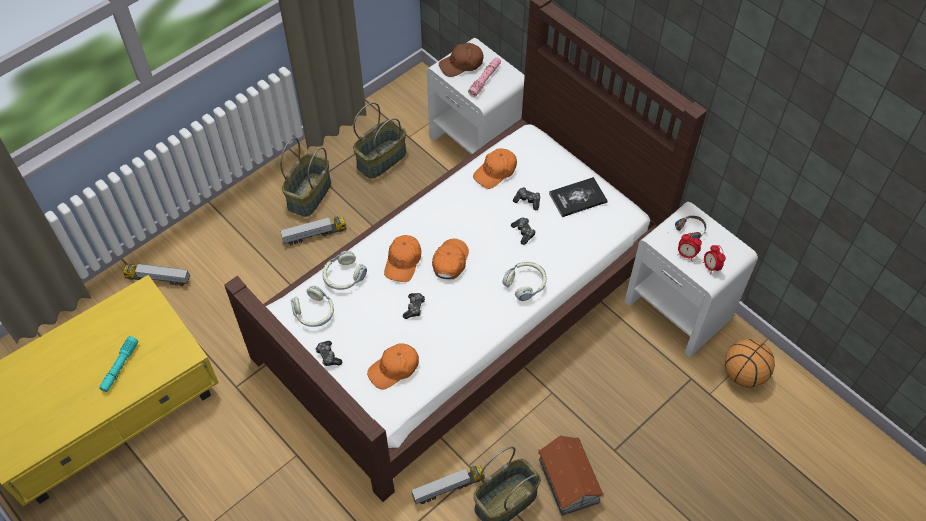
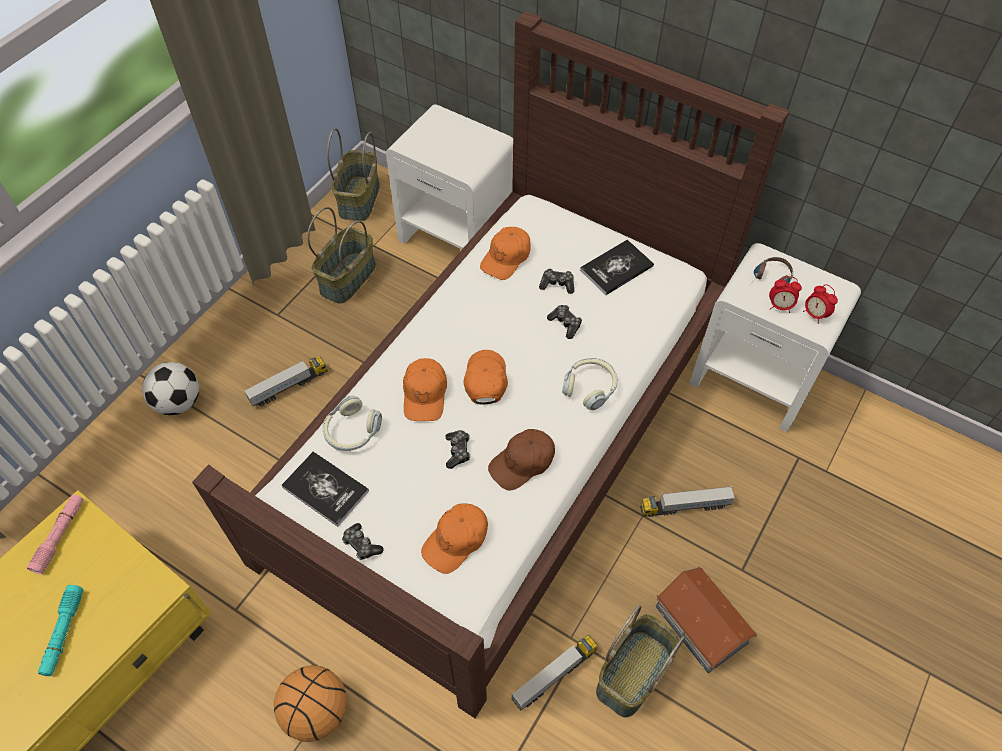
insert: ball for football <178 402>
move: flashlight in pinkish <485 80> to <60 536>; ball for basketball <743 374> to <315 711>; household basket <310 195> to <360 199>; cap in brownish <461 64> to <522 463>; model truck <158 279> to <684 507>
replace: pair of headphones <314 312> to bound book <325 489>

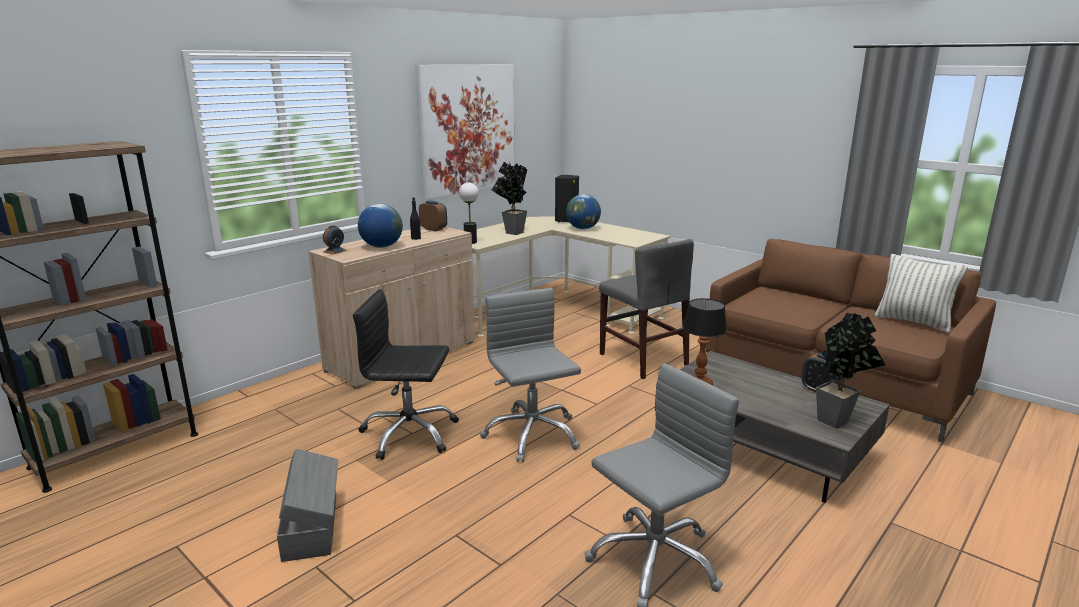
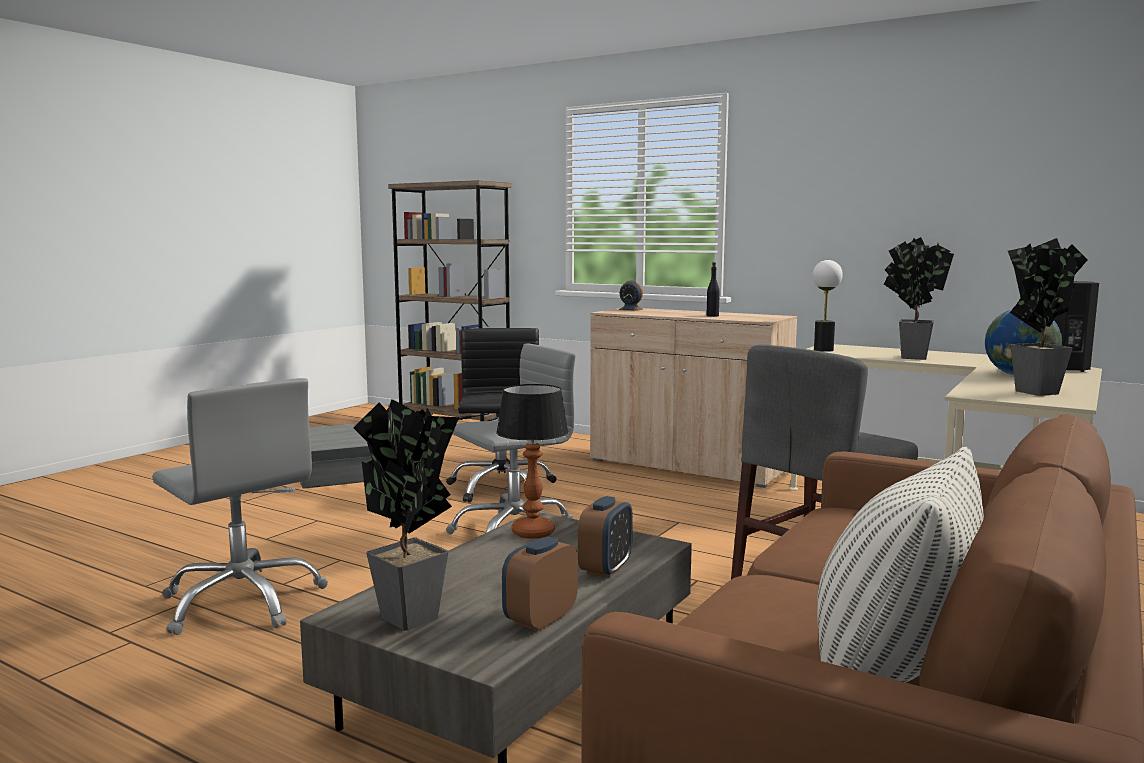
delete: world globe <382 246>; picture <467 129>
insert: plant in a pot <1034 391>
move: table clock <433 229> to <606 569>

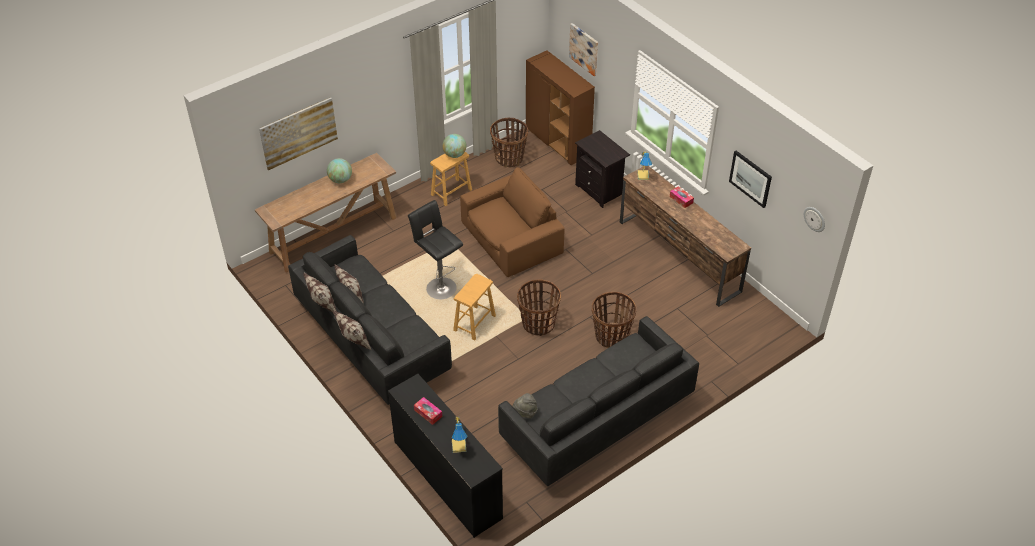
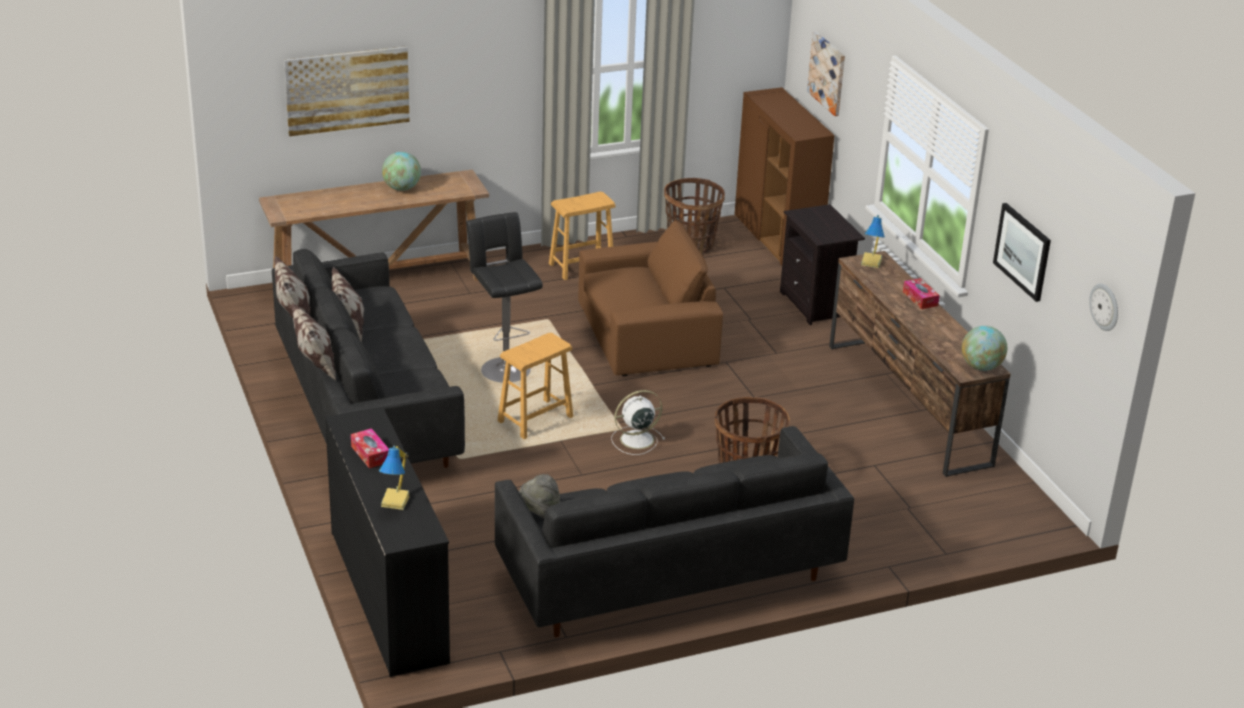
move: world globe <454 155> to <981 367>
replace: household basket <538 324> to cooling fan in whitish <635 440>

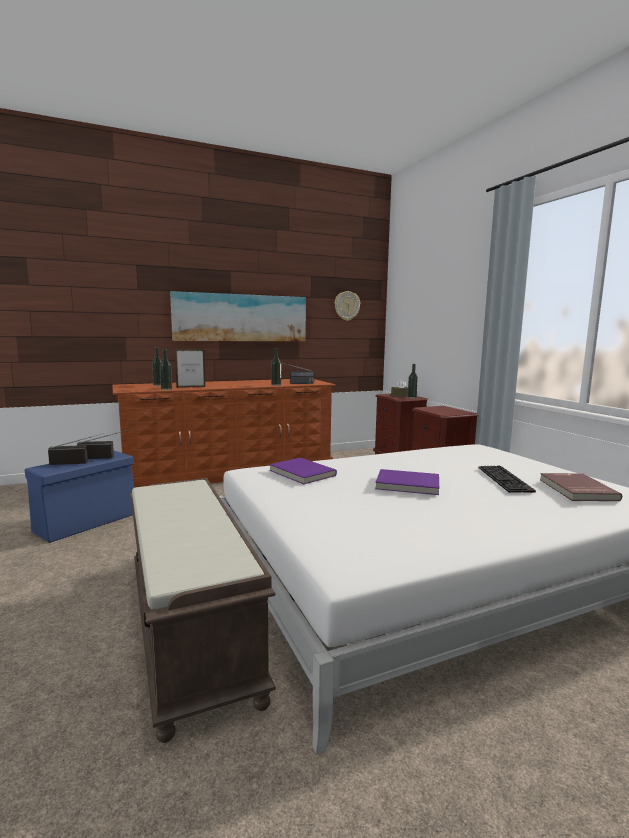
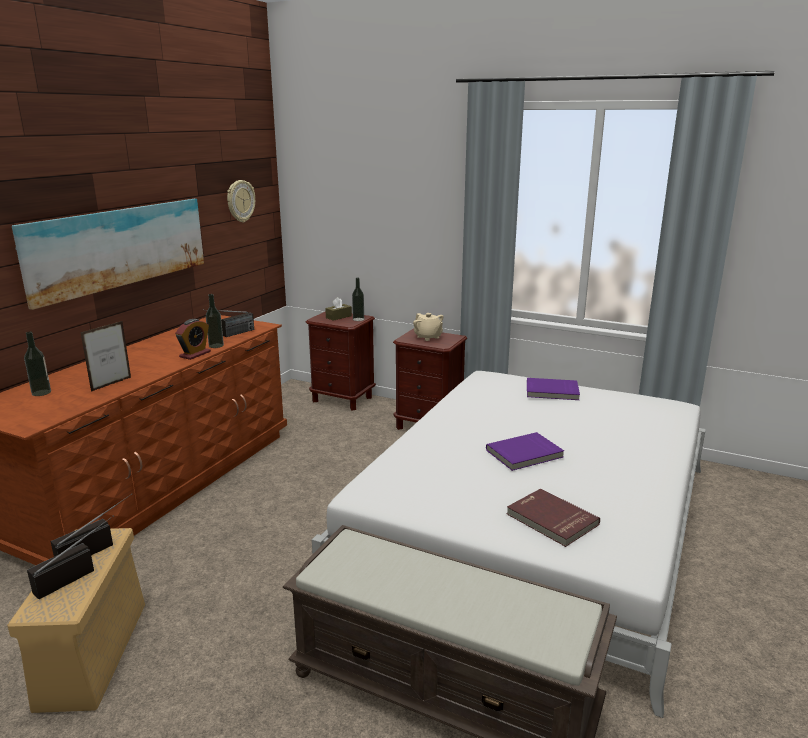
delete: drink bottle <166 389>; computer keyboard <506 479>
insert: table clock <195 354>; teapot in beige-coloured <428 337>
move: bound book in red-coloured <576 489> to <551 520>; bound book in purple-coloured <301 473> to <552 391>
recolor: storage box in blue-coloured <88 522> to storage box in beige-coloured <94 652>

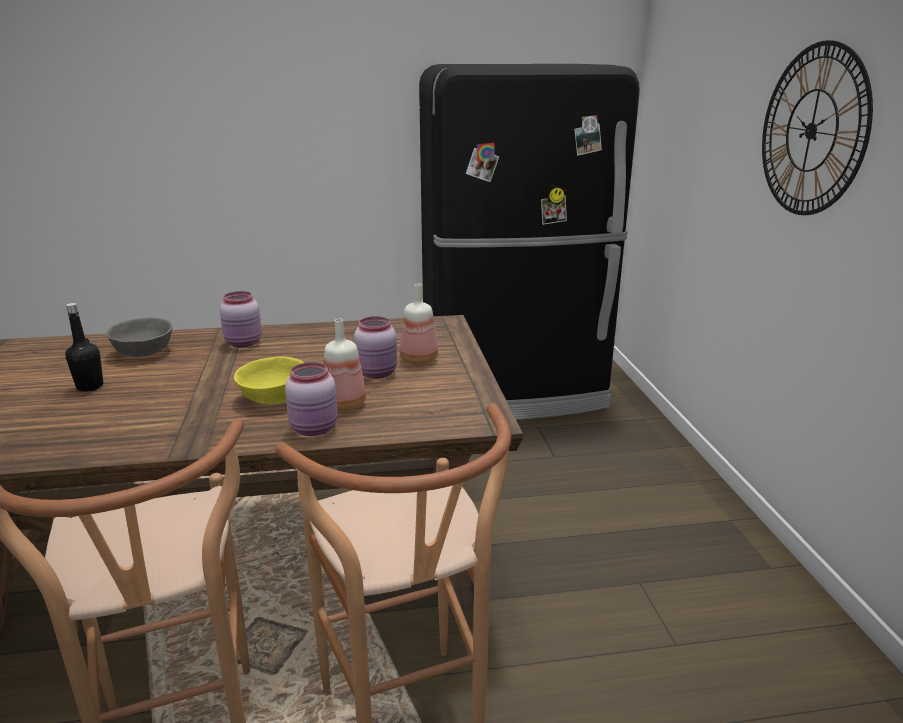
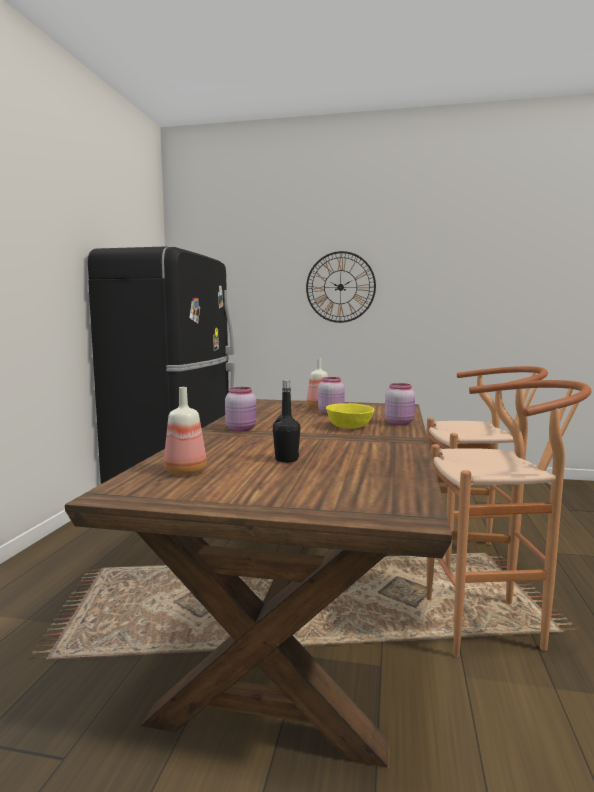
delete: deep dish in grey <144 352>
move: drink bottle <343 405> to <186 472>

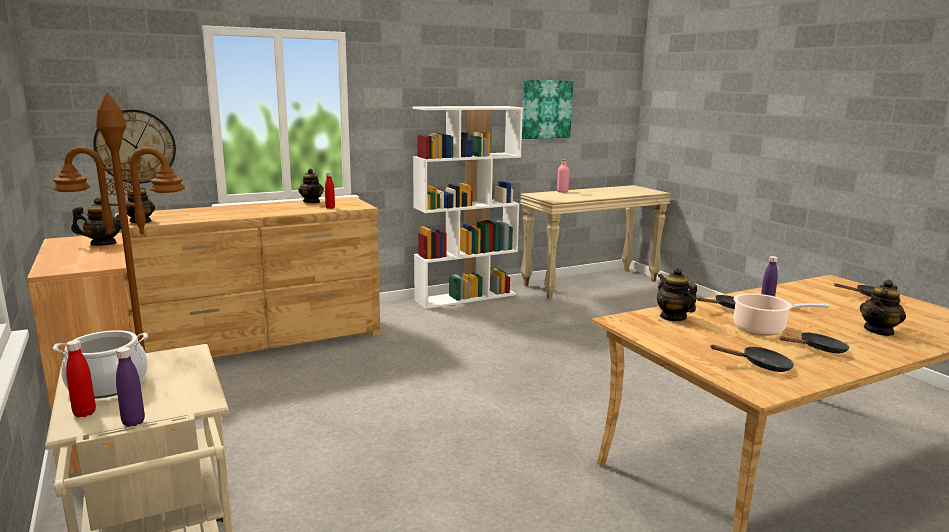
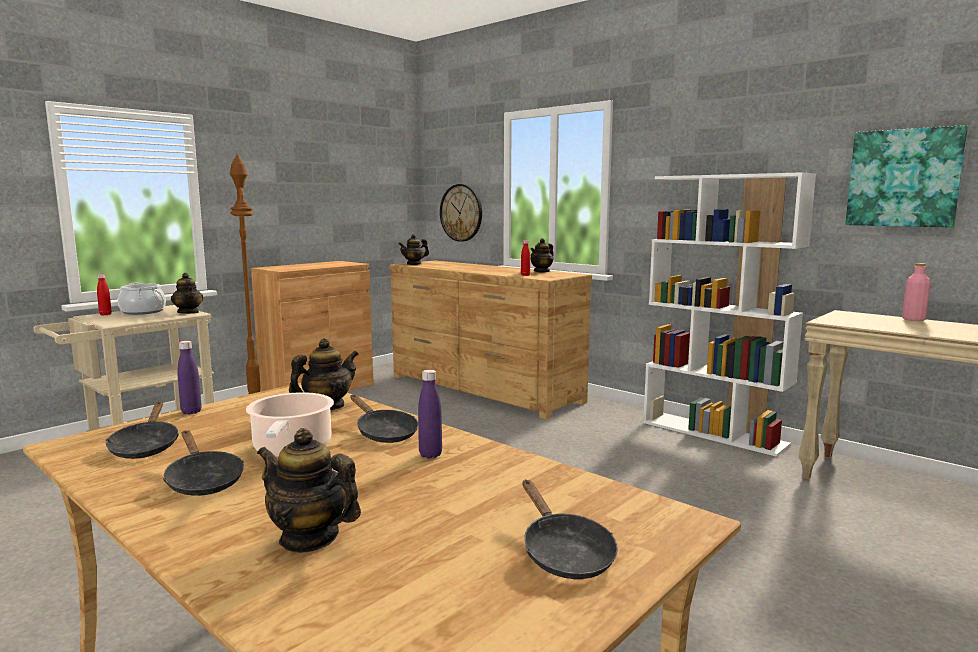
move: teapot <103 244> to <188 312>; drink bottle in purple-coloured <133 422> to <191 412>

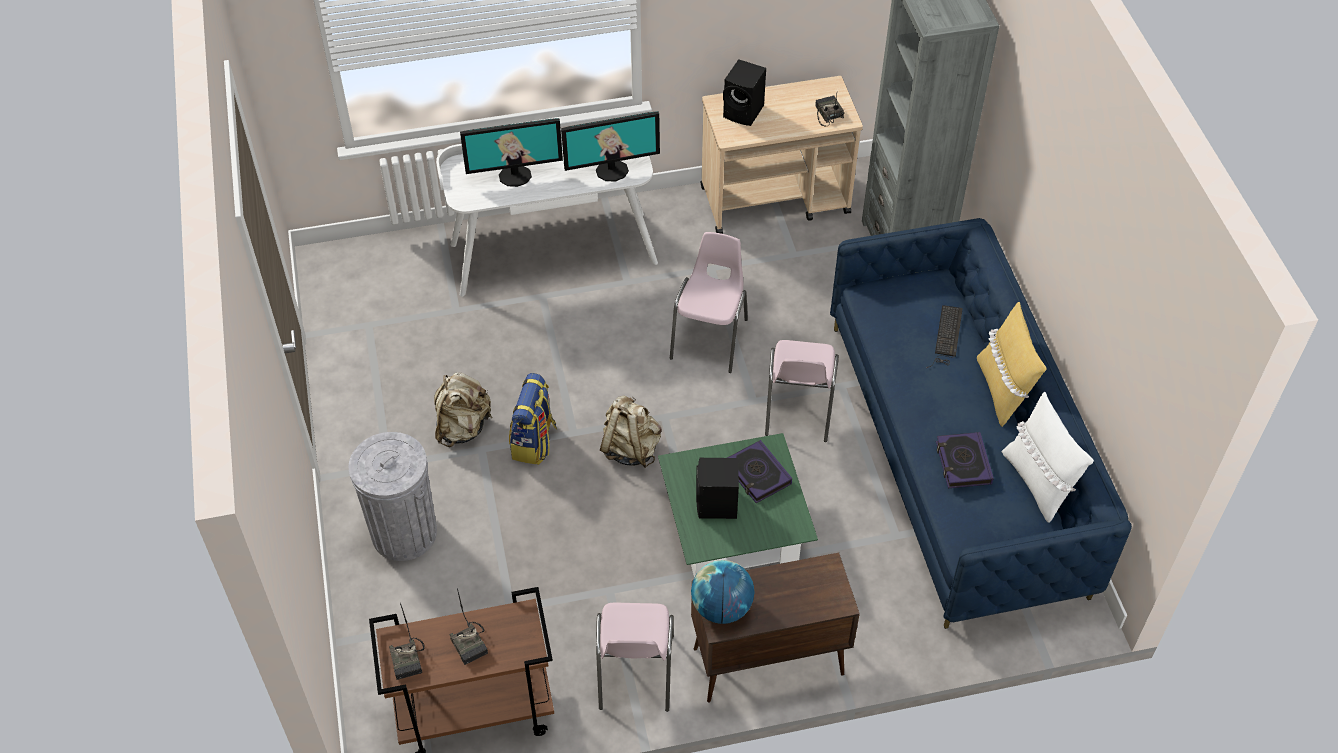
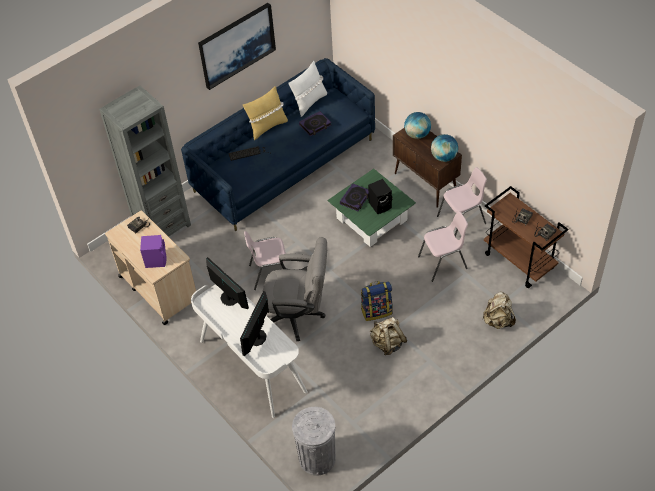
insert: picture <236 45>; office chair in grey <298 316>; world globe <417 134>
move: rubbish bin in grey <404 533> to <317 458>; upright chair in pinkish <798 410> to <443 263>; knapsack in beige-coloured <630 448> to <498 320>
recolor: audio speaker in blackish <744 112> to audio speaker in purple-coloured <156 259>
rotate: computer screen <515 175> = <257 338> 120 degrees counterclockwise

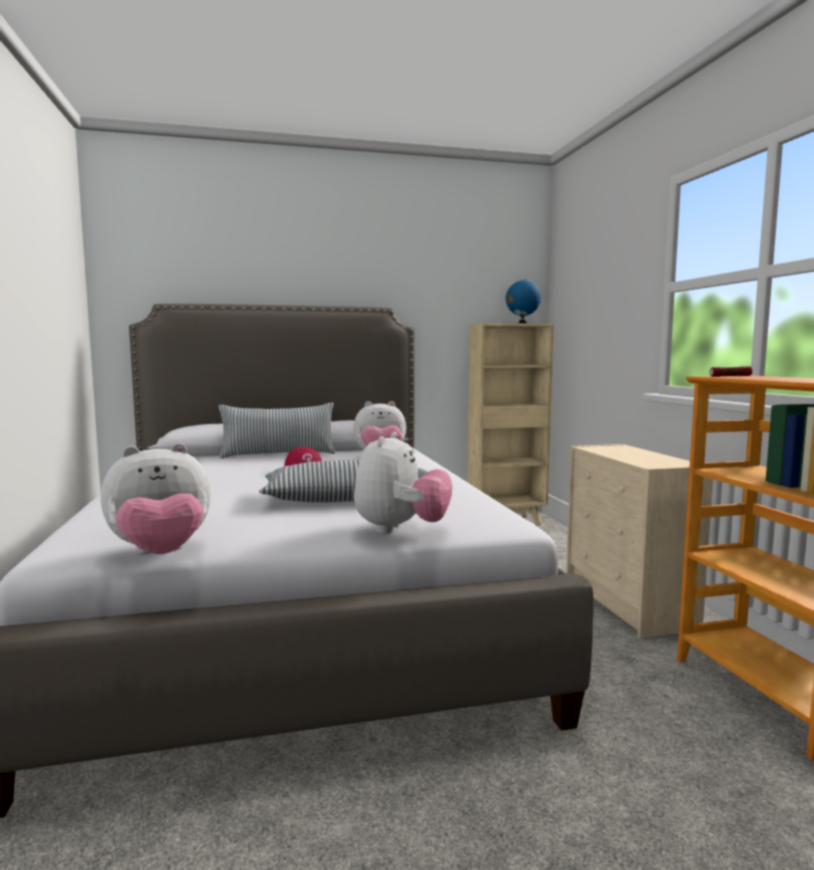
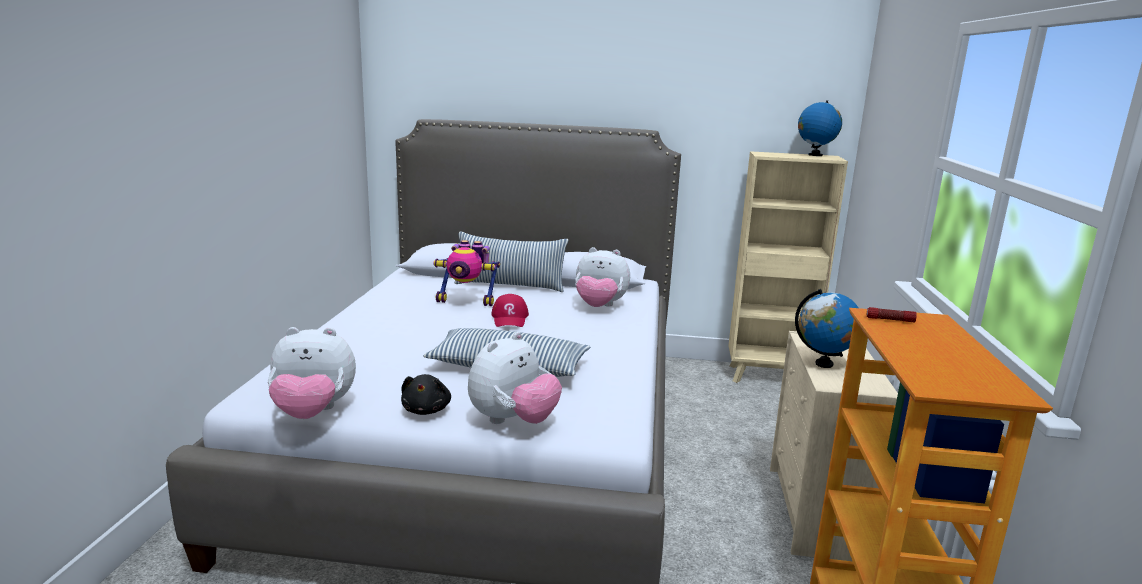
insert: cuddly toy in blackish <427 410>; robot figure <467 301>; world globe <824 364>

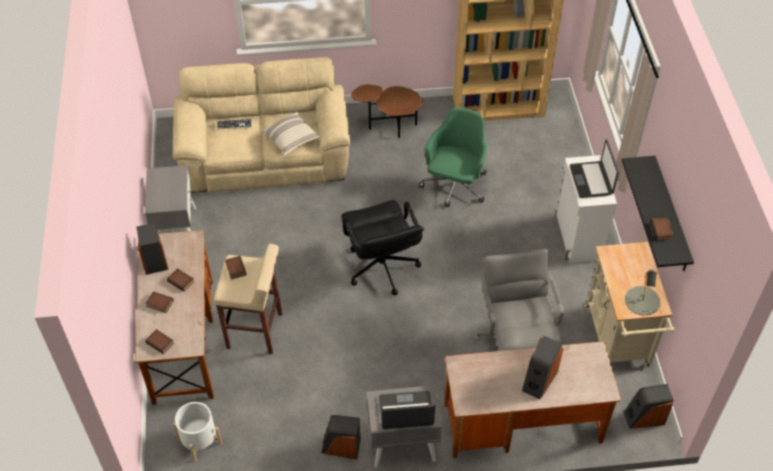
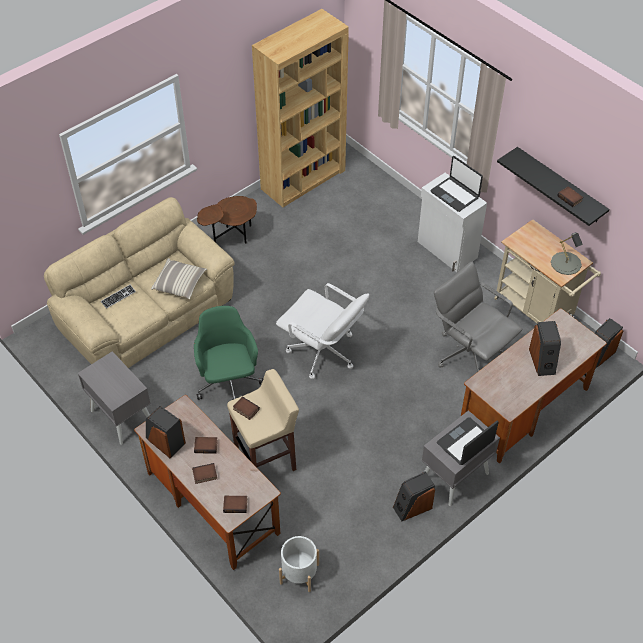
move: office chair in green <454 186> to <228 381>
recolor: office chair in blackish <382 268> to office chair in whitish <322 353>

